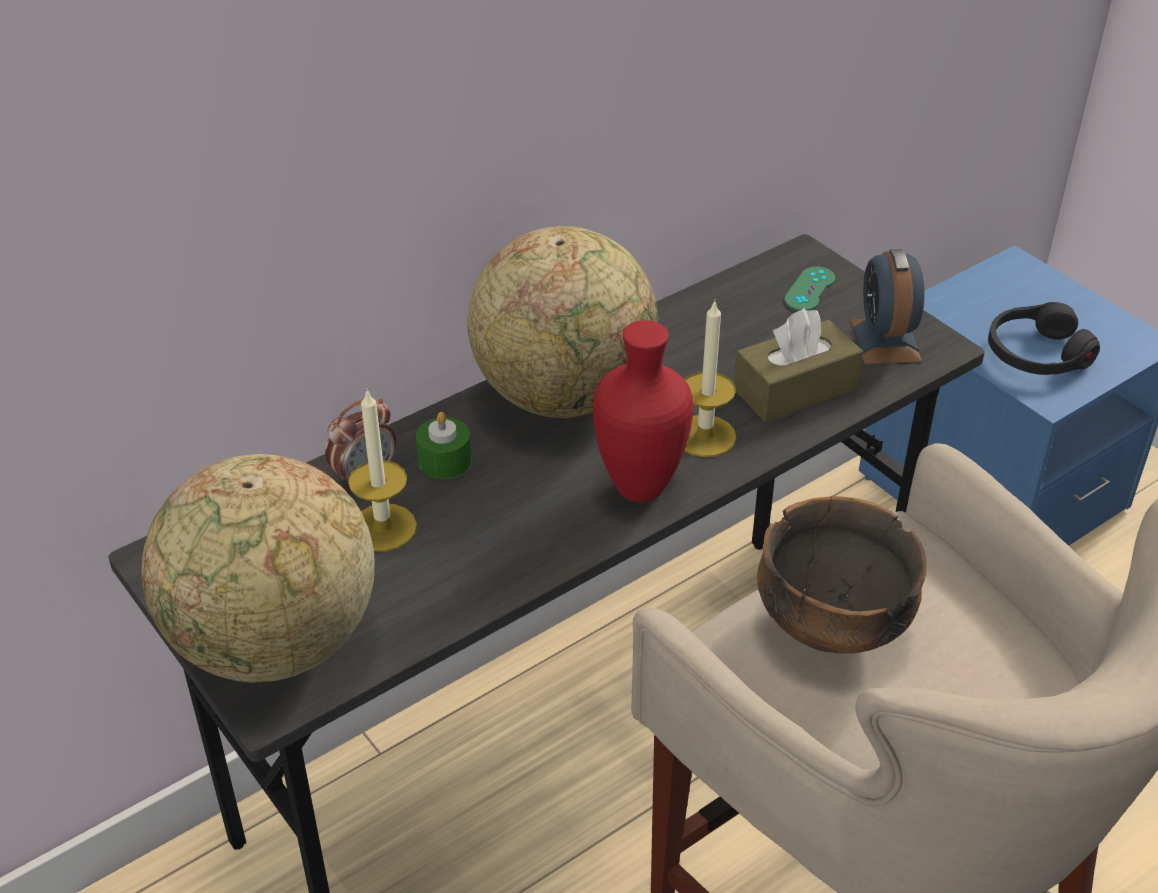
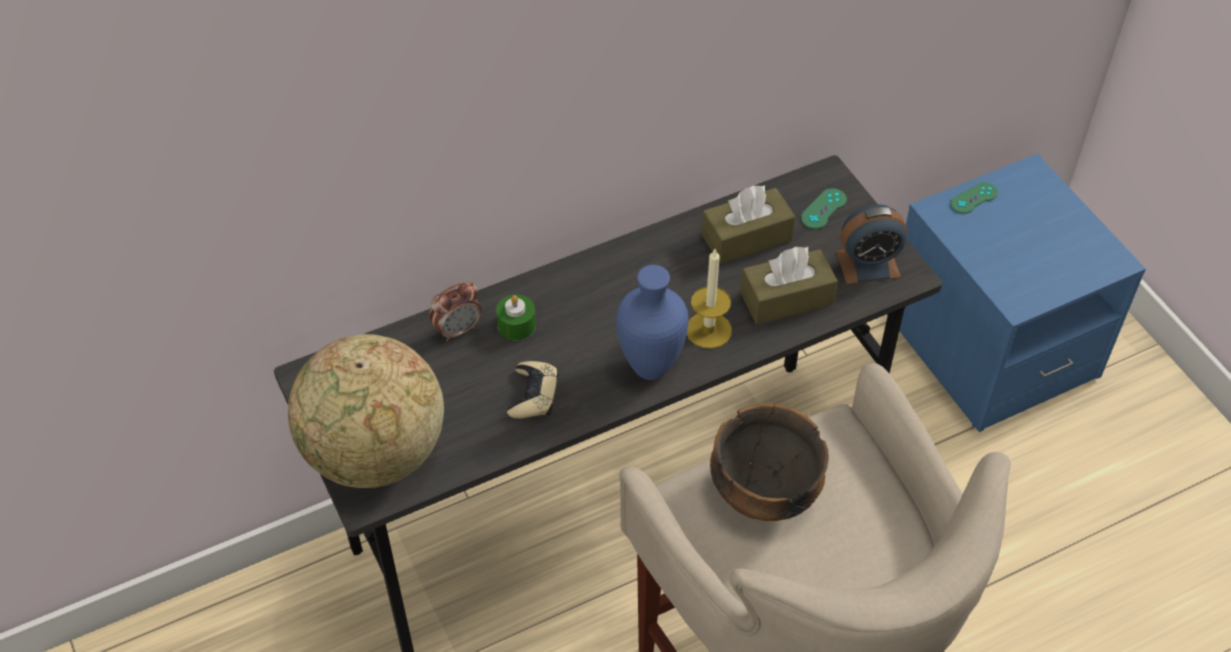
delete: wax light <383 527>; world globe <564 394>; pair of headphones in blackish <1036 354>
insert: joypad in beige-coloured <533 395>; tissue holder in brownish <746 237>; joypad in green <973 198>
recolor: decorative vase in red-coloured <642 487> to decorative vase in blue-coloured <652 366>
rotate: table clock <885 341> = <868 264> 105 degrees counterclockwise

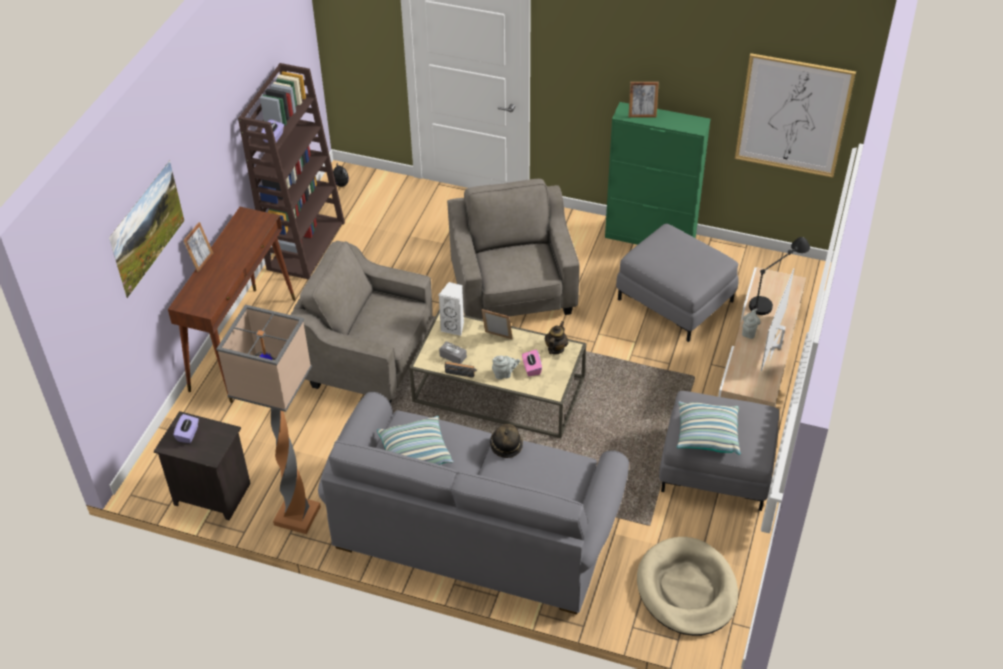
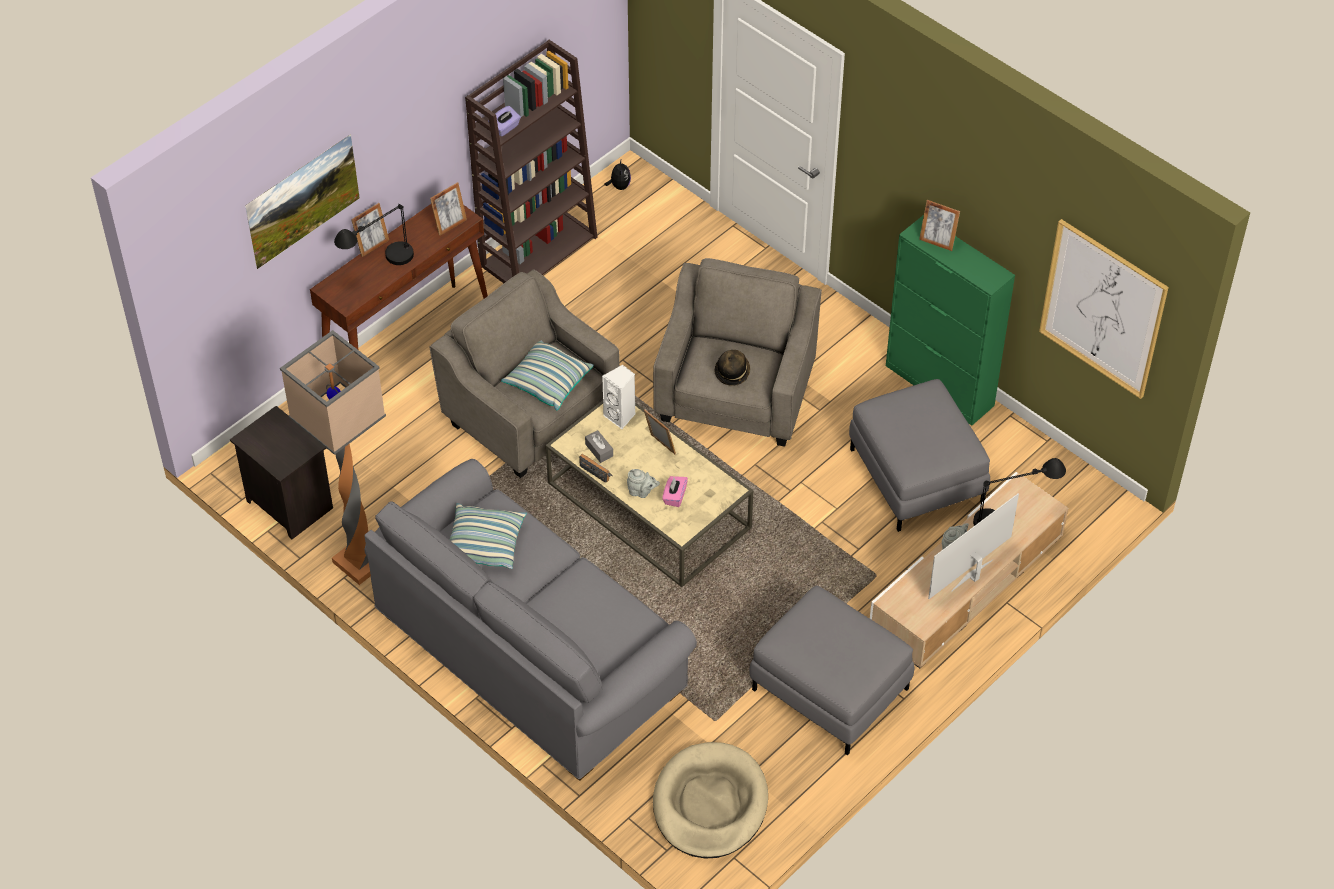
delete: tissue holder in purple-coloured <188 434>; teapot <555 349>
insert: table lamp in blackish <379 267>; picture frame <450 225>
move: cushion <707 435> to <547 382>; clothing hat <506 445> to <732 372>

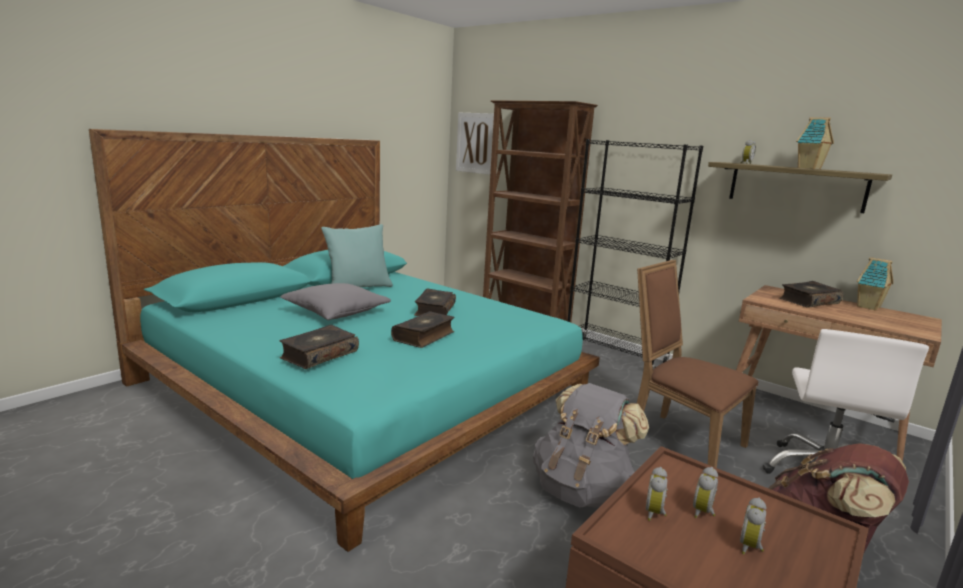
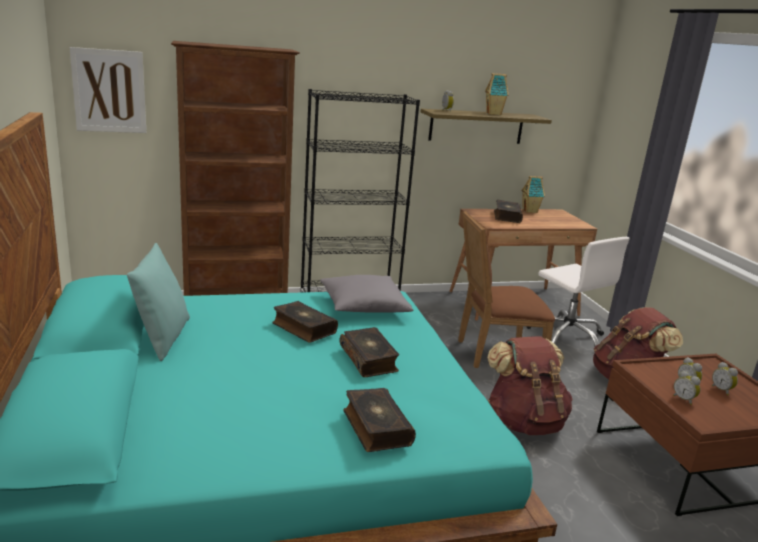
move: cushion in grey <336 313> to <363 306>
recolor: knapsack in grey <582 490> to knapsack in brownish <524 422>

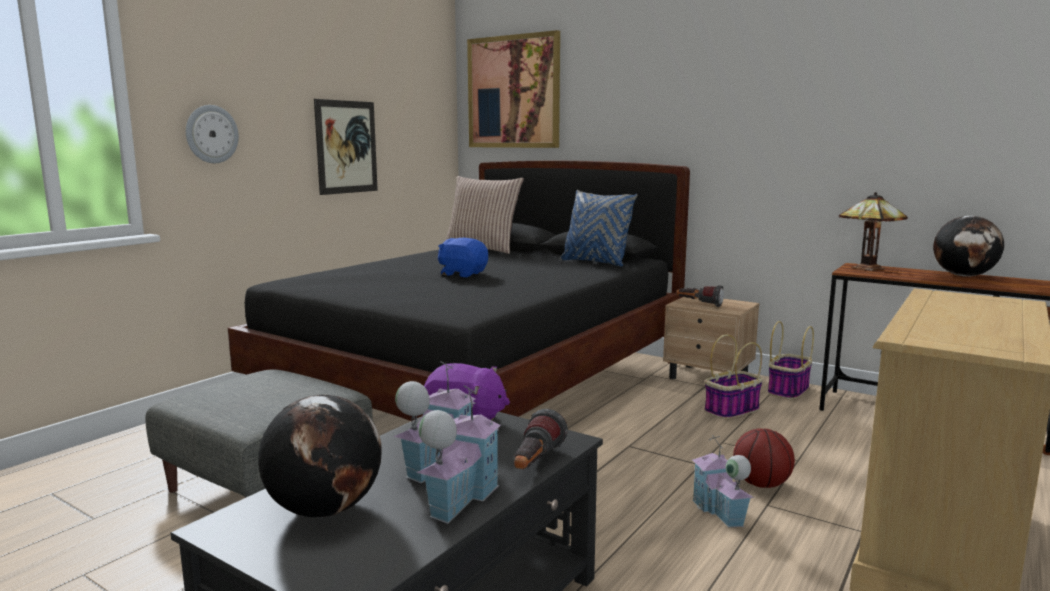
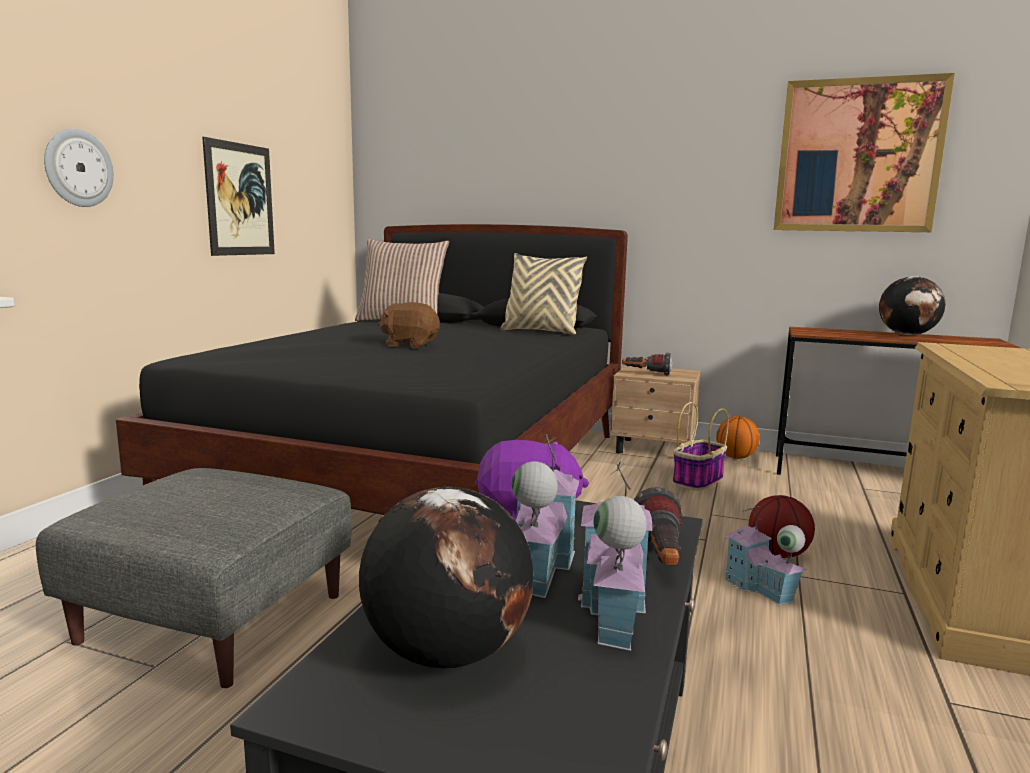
delete: table lamp <865 268>
move: picture <513 92> to <858 156>
replace: household basket <788 390> to ball for basketball <735 457>
recolor: cuddly toy in blue-coloured <462 274> to cuddly toy in brownish <410 345>; cushion in blue-coloured <595 262> to cushion in beige-coloured <541 331>

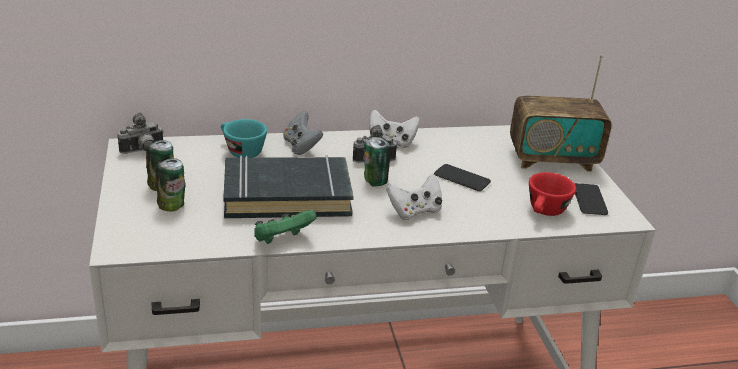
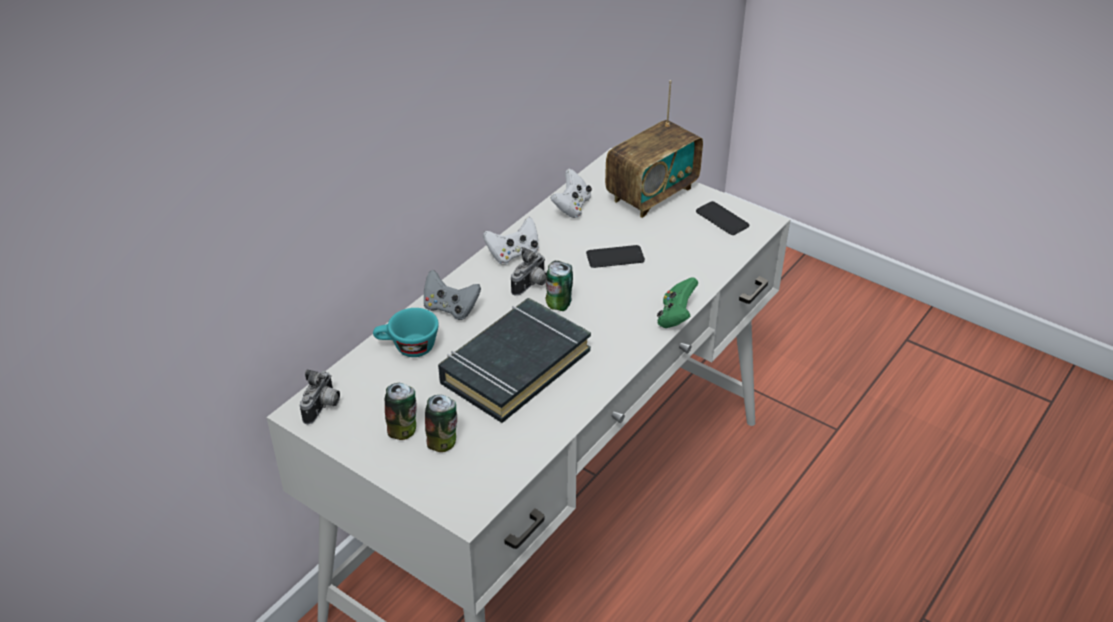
delete: small cup in red-coloured <545 212>
move: joypad in whitish <415 211> to <572 207>; joypad in green <282 240> to <675 317>

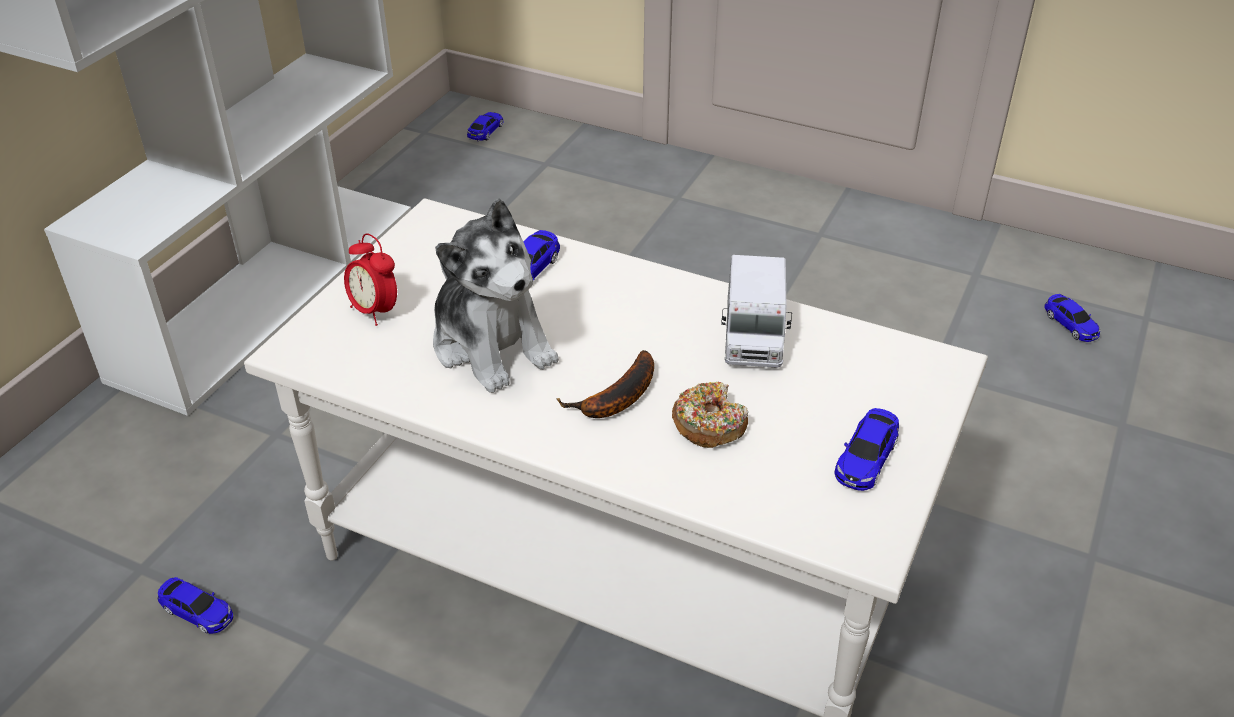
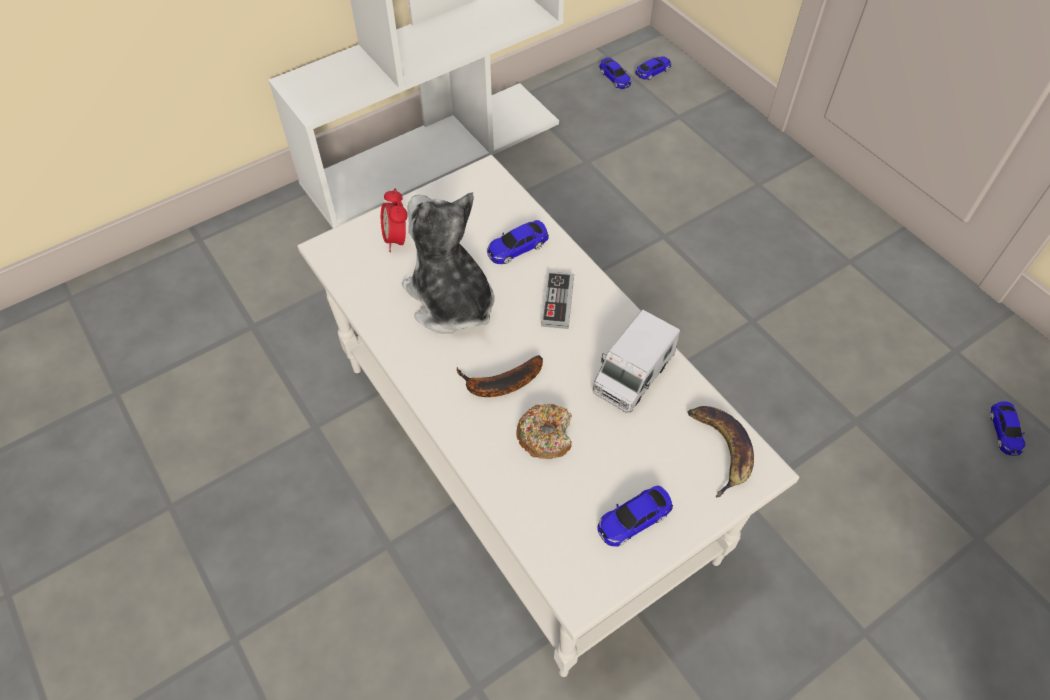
insert: joypad <557 302>; banana fruit <721 449>
move: toy car <197 612> to <615 78>
rotate: cuddly toy <492 345> = <450 301> 150 degrees clockwise

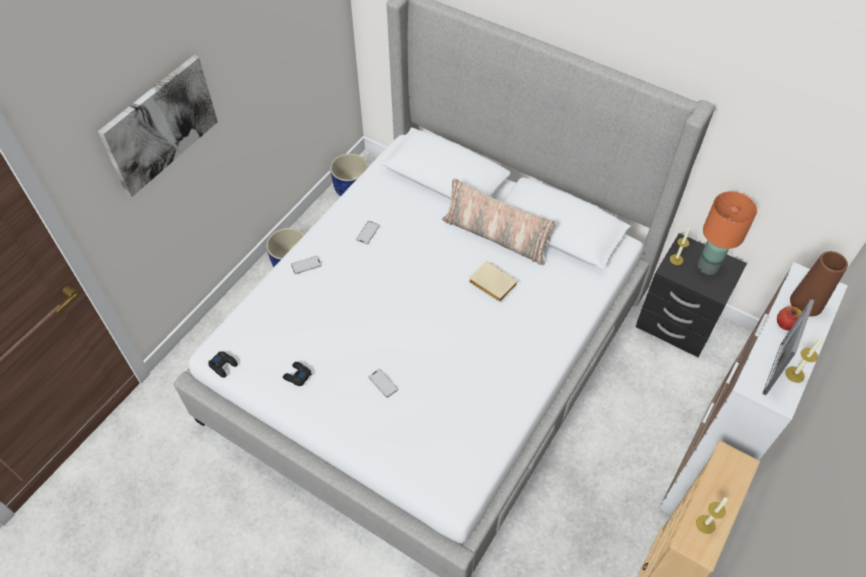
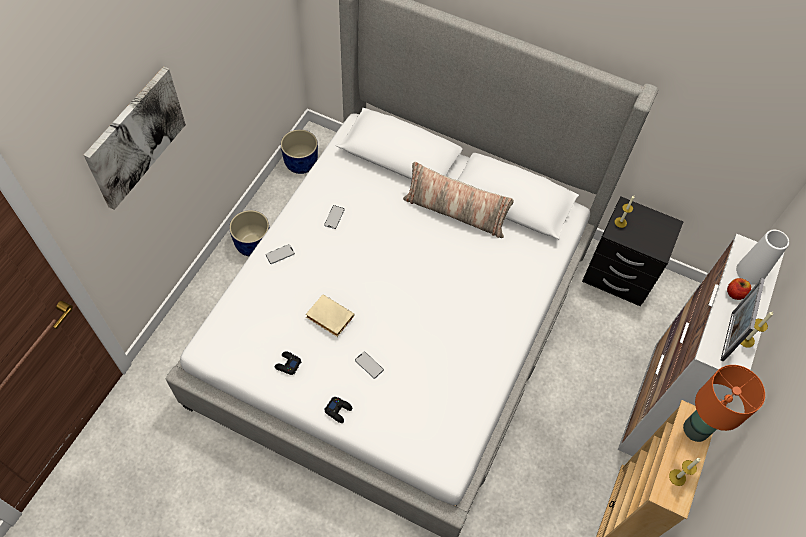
move: bound book in beige-coloured <490 284> to <328 317>; joypad in blackish <223 365> to <338 410>; table lamp in orange-coloured <708 266> to <695 429>
recolor: decorative vase in brownish <806 303> to decorative vase in whitish <750 272>

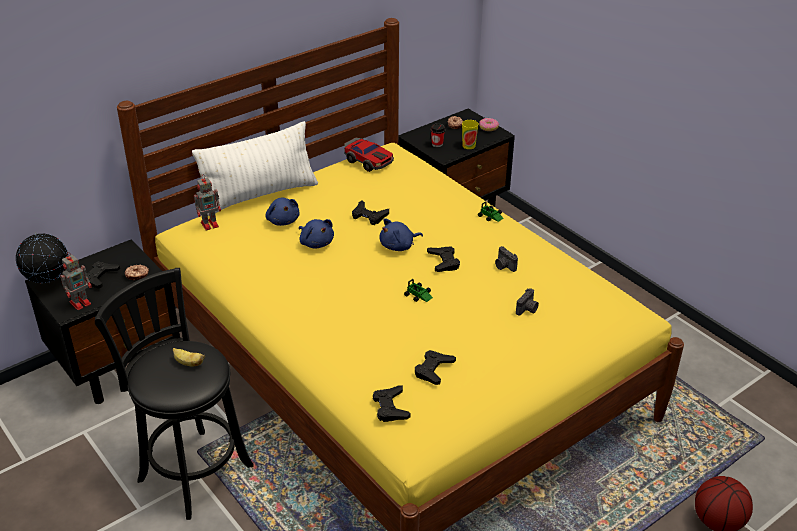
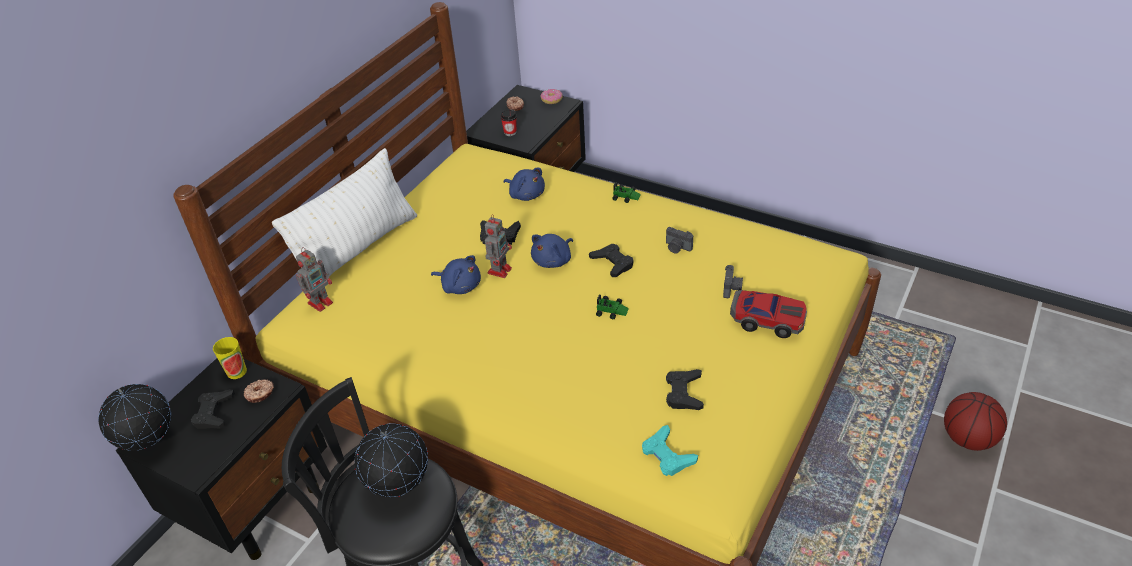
move: small cup <468 146> to <237 371>; robot figure <81 302> to <500 270>; cuddly toy in blue-coloured <283 220> to <526 194>; toy car <368 161> to <767 320>
replace: banana fruit <188 363> to world globe <399 487>
recolor: joypad in blackish <390 407> to joypad in blue-green <667 455>

